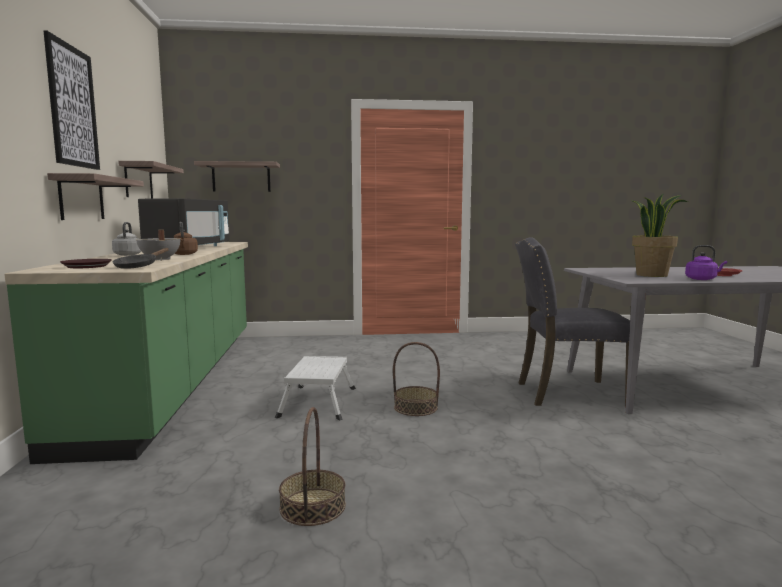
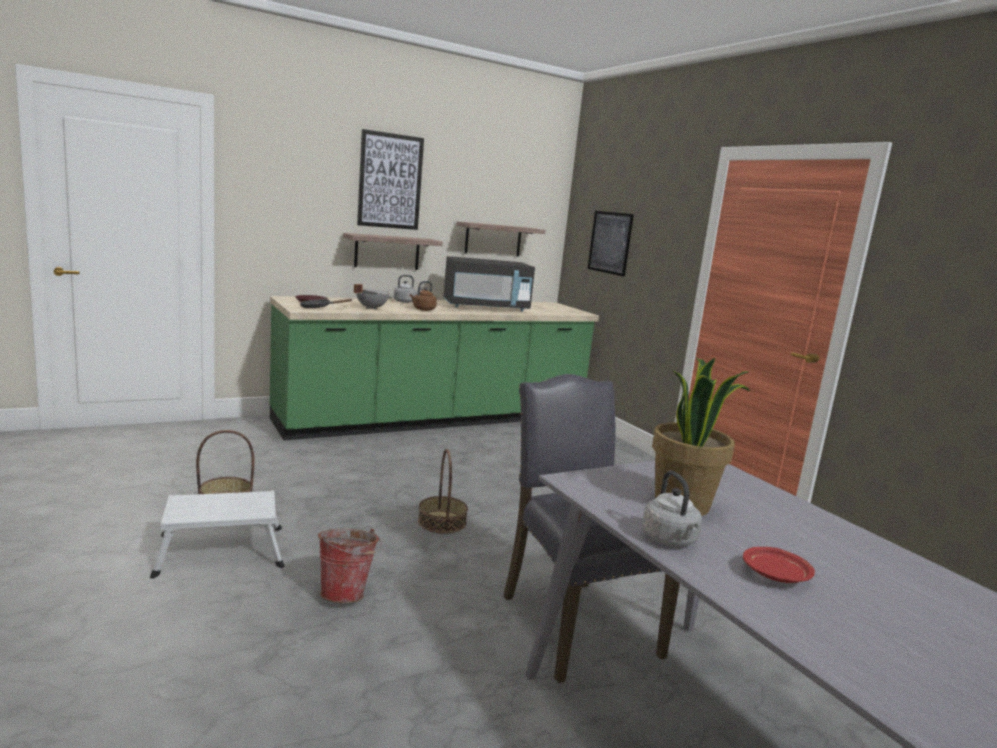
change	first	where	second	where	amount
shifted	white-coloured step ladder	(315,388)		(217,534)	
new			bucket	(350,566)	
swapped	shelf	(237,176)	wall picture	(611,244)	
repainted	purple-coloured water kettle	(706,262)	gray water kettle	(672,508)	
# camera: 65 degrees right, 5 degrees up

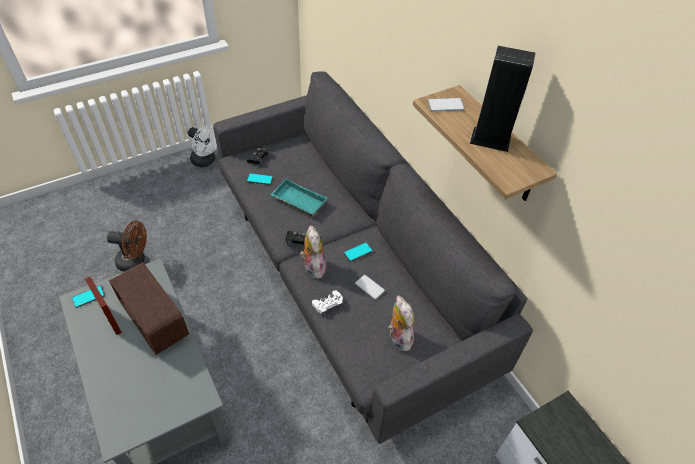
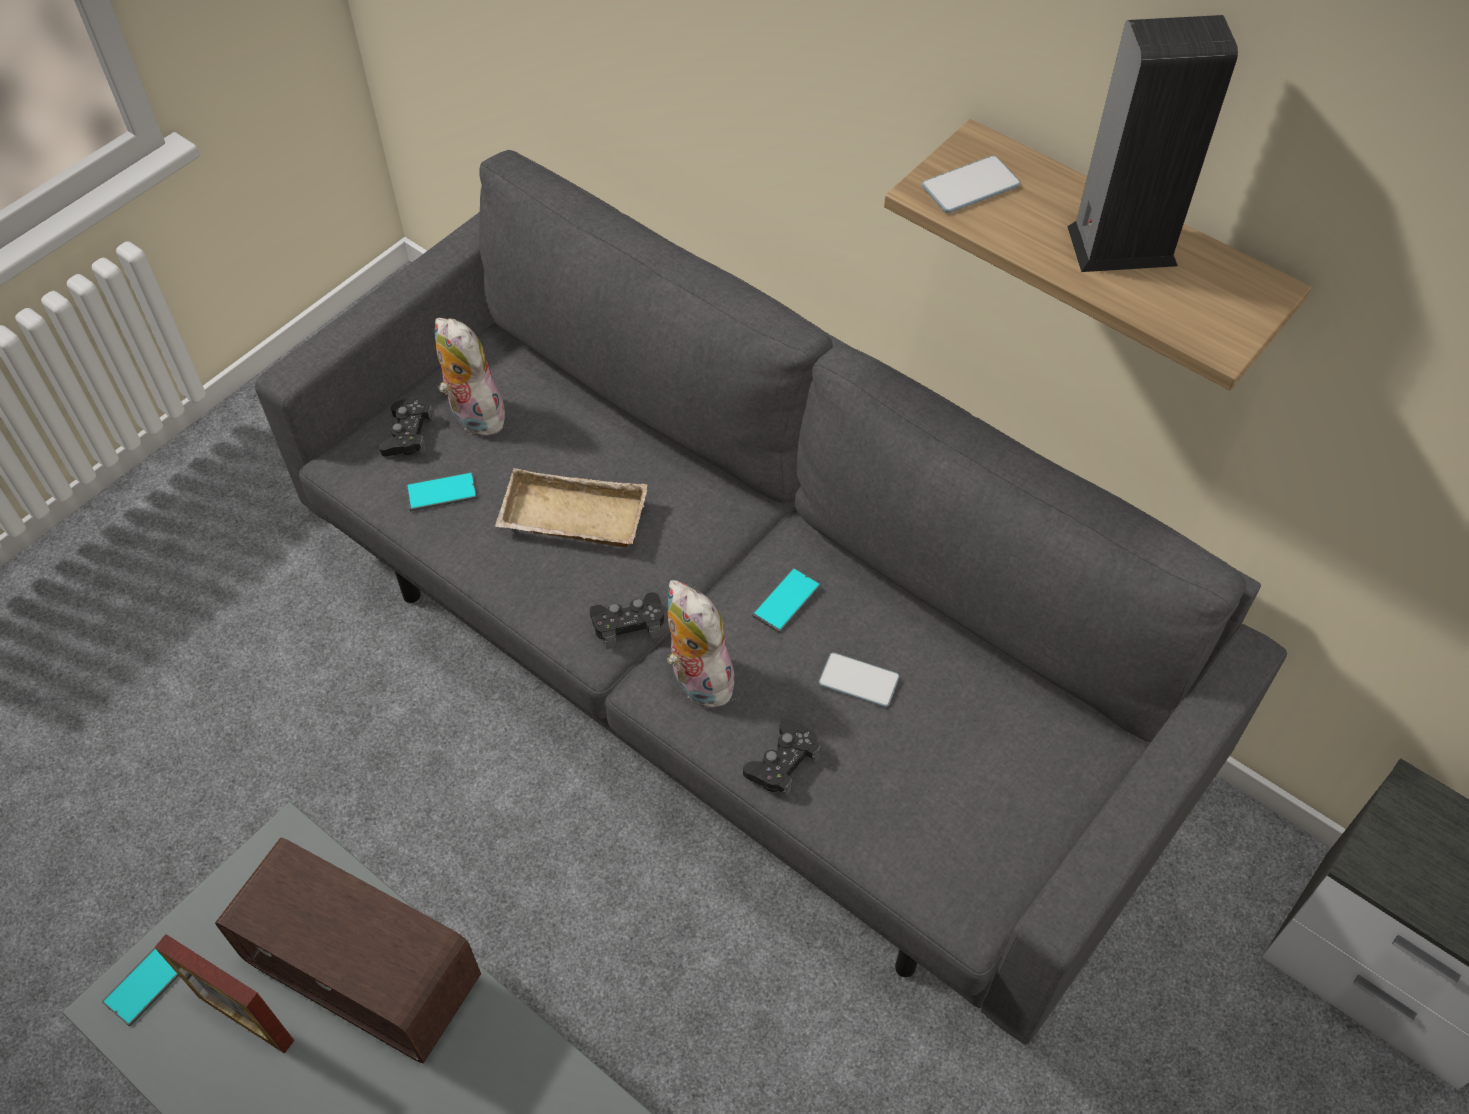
change	first	where	second	where	amount
shifted	soft toy	(401,323)		(470,377)	
repainted	turquoise carrying tray	(299,197)	beige carrying tray	(571,507)	
repainted	white-coloured joypad	(327,303)	black joypad	(782,759)	
gone	brownish cooling fan	(127,246)			
gone	white-coloured cooling fan	(202,146)			
# camera: 20 degrees left, 5 degrees up

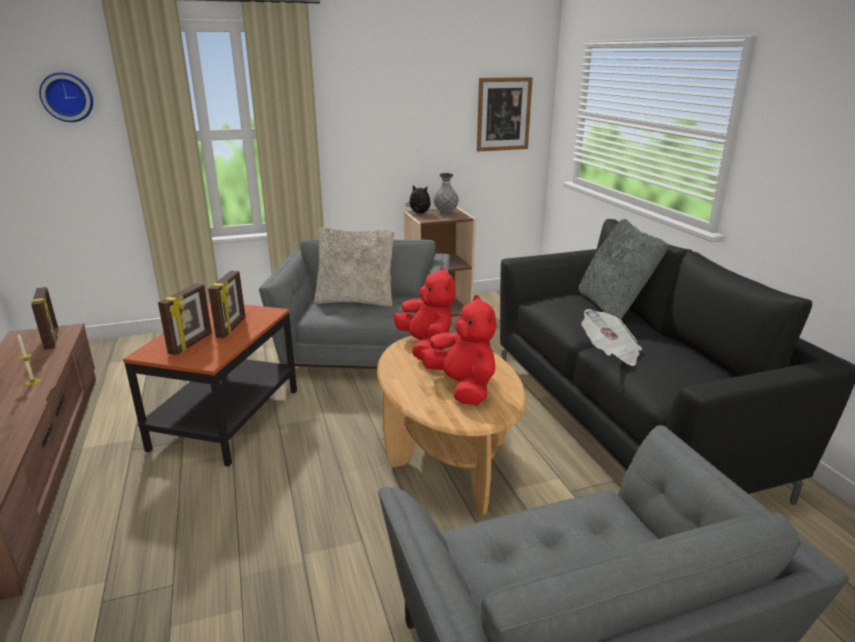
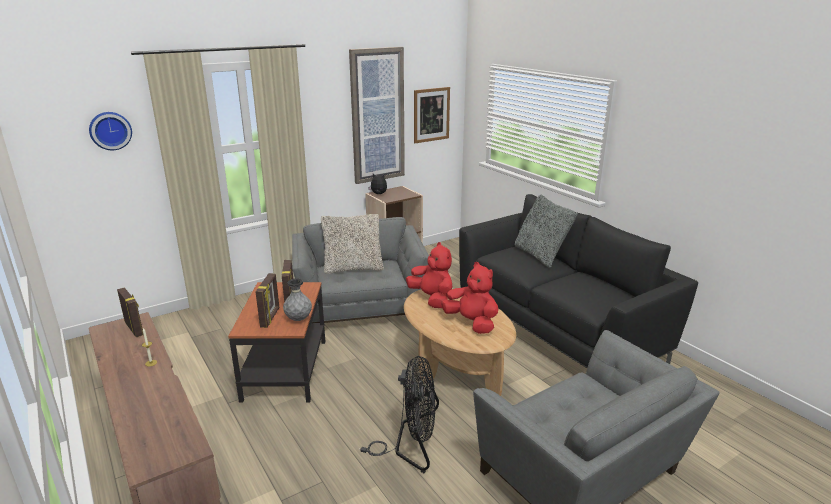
change	first	where	second	where	amount
shifted	gray decorative vase	(446,193)		(297,300)	
new			wall picture	(377,115)	
new			black cooling fan	(399,415)	
gone	newspaper	(611,337)			
# camera: 15 degrees left, 0 degrees up

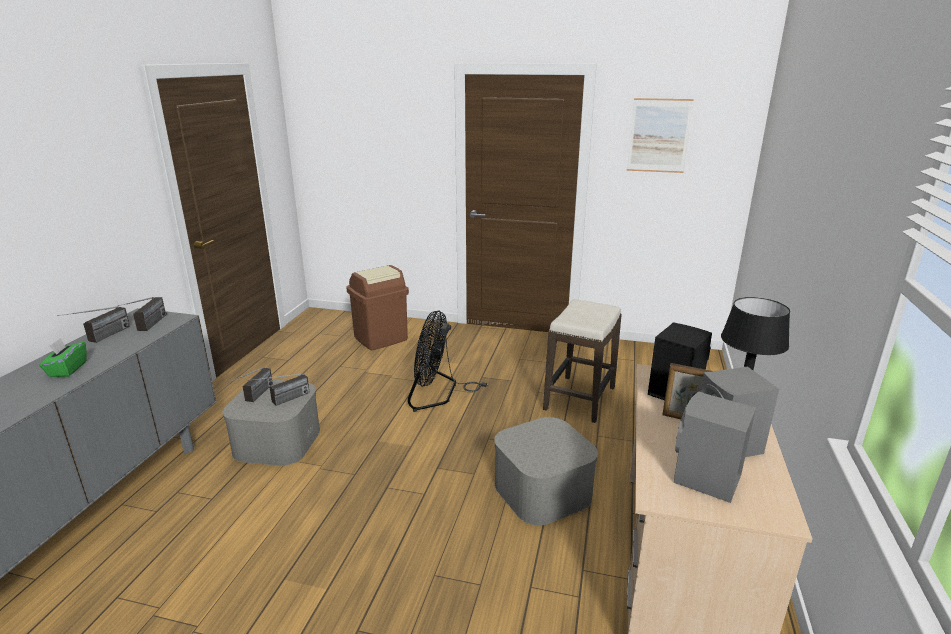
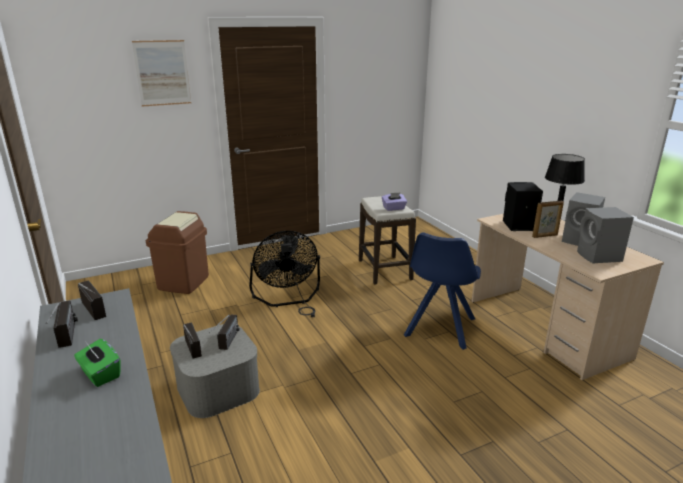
change	first	where	second	where	amount
shifted	wall picture	(660,135)		(161,73)	
rotated	black cooling fan	(448,361)		(284,274)	105 degrees clockwise
new			purple-coloured tissue holder	(394,201)	
swapped	gray storage container	(546,471)	bluish upright chair	(442,291)	
# camera: 40 degrees left, 0 degrees up

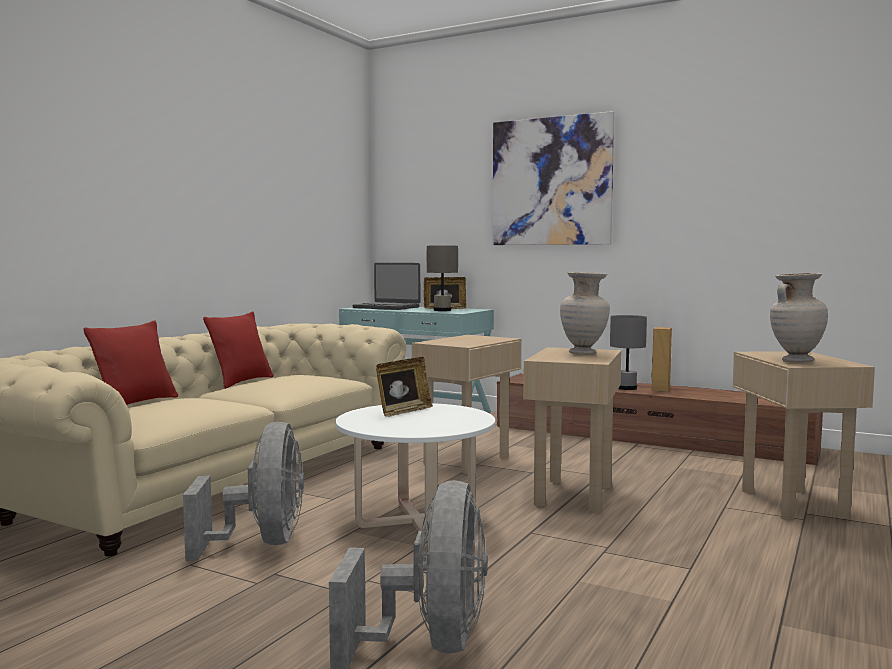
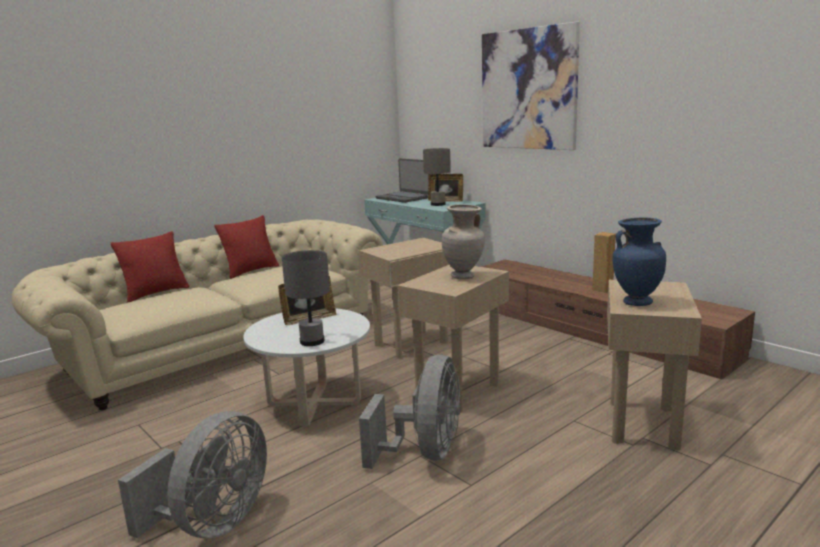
change	first	where	second	where	amount
shifted	gray table lamp	(628,352)		(306,298)	
shifted	gray cooling fan	(243,491)		(410,412)	
repainted	beige decorative vase	(799,318)	bluish decorative vase	(639,261)	
# camera: 20 degrees right, 10 degrees up

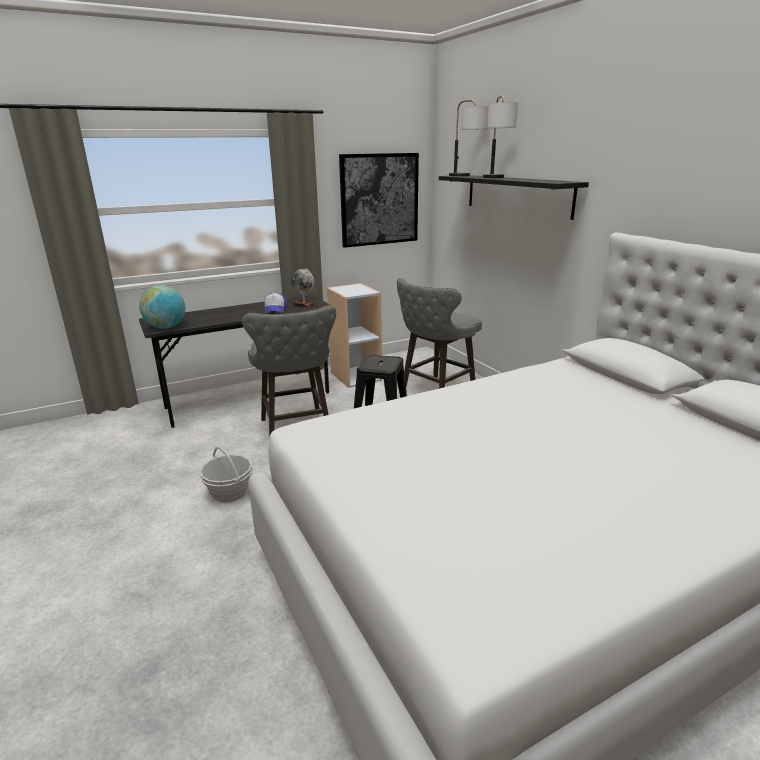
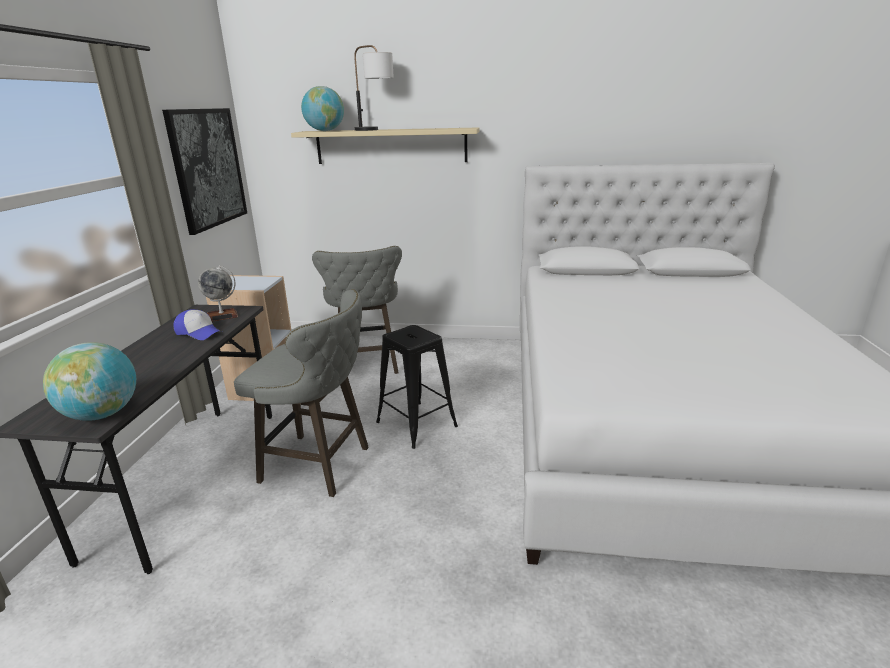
change	first	where	second	where	amount
repainted	black shelf	(514,197)	beige shelf	(385,145)	
swapped	table lamp	(468,138)	world globe	(322,108)	
gone	household basket	(225,474)			
# camera: 55 degrees left, 0 degrees up

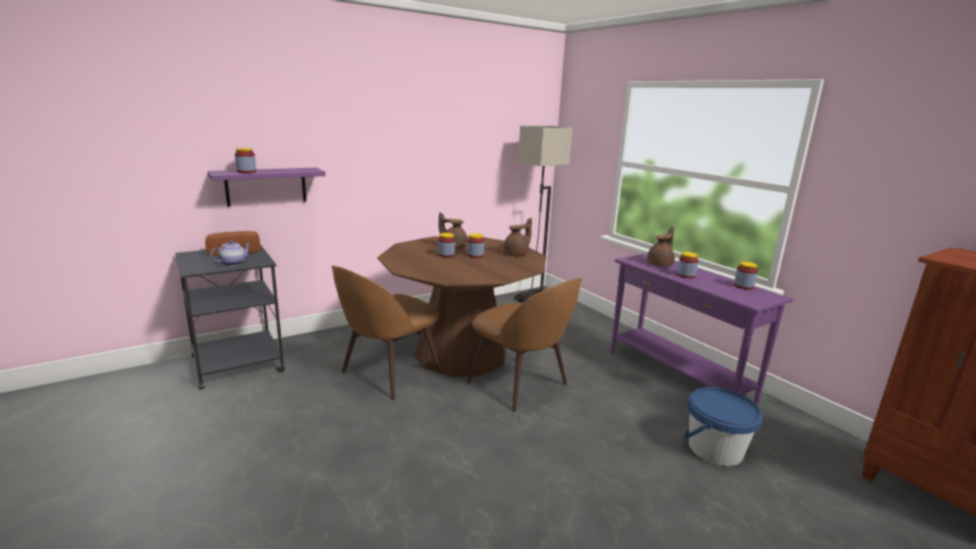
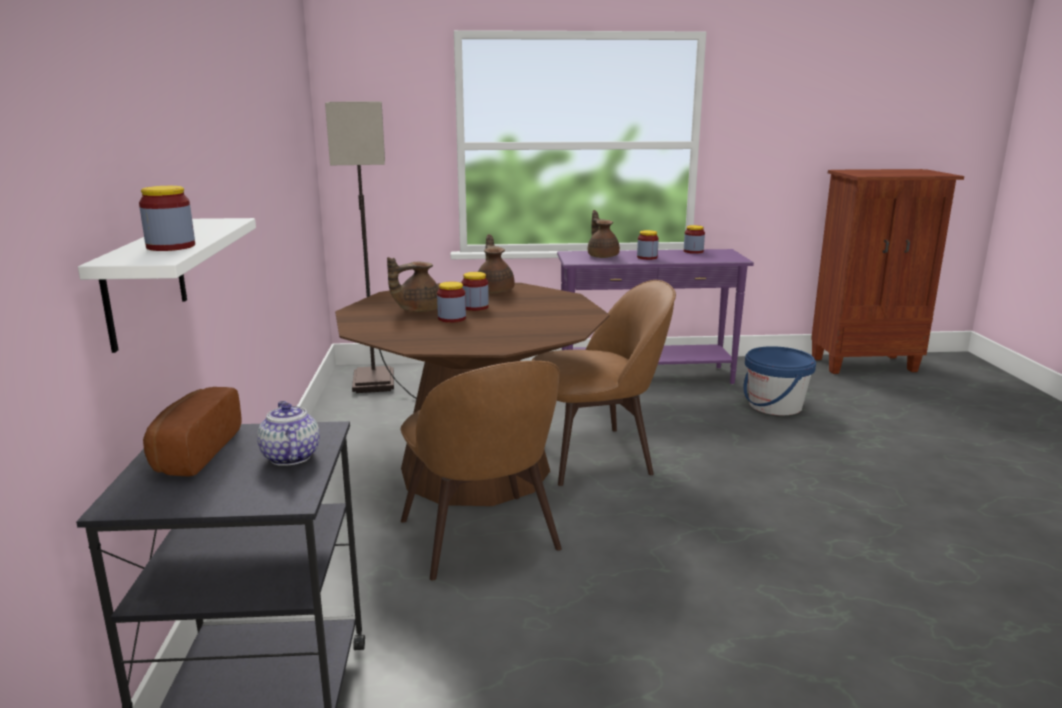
change	first	where	second	where	amount
repainted	purple-coloured shelf	(267,187)	white-coloured shelf	(167,285)	
# camera: 60 degrees left, 0 degrees up

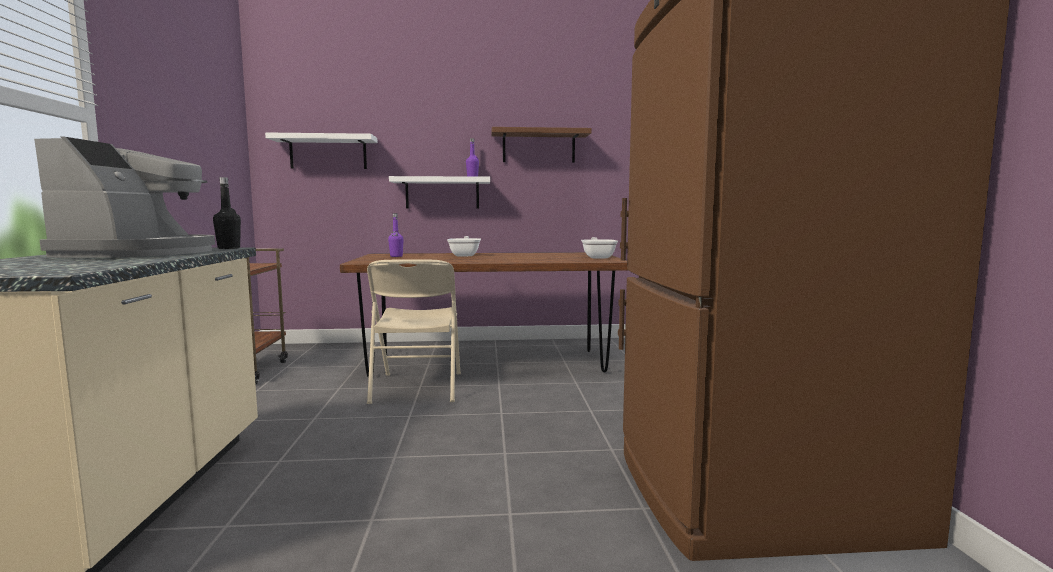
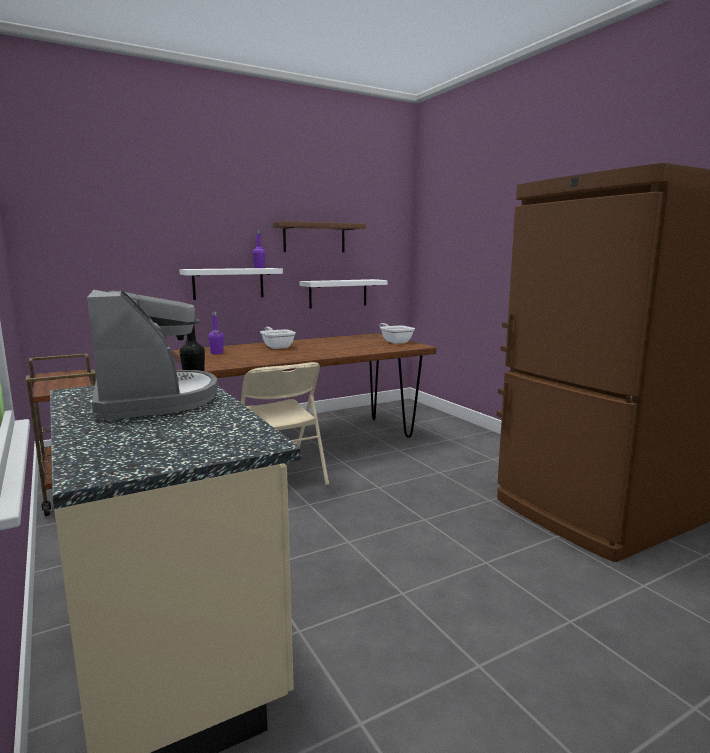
change	first	where	second	where	amount
shifted	white-coloured shelf	(321,150)		(343,293)	
# camera: 25 degrees left, 5 degrees up

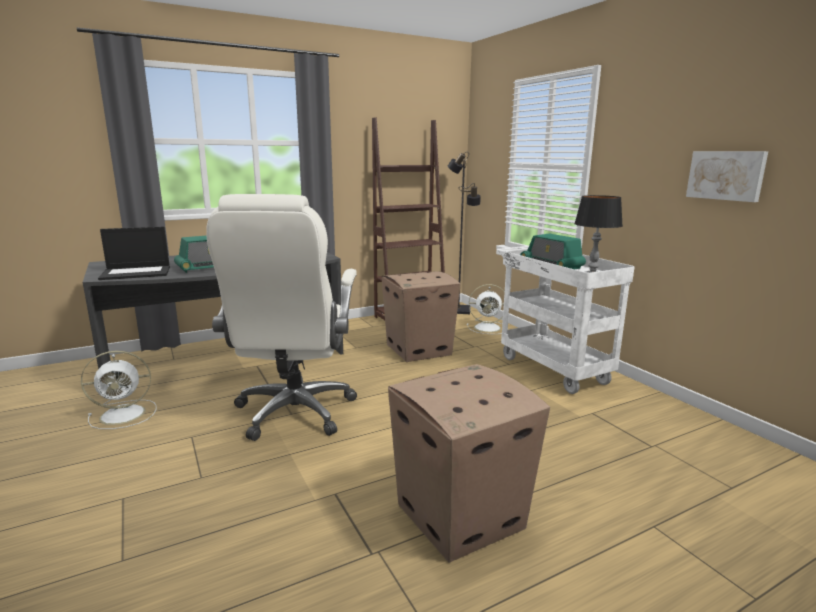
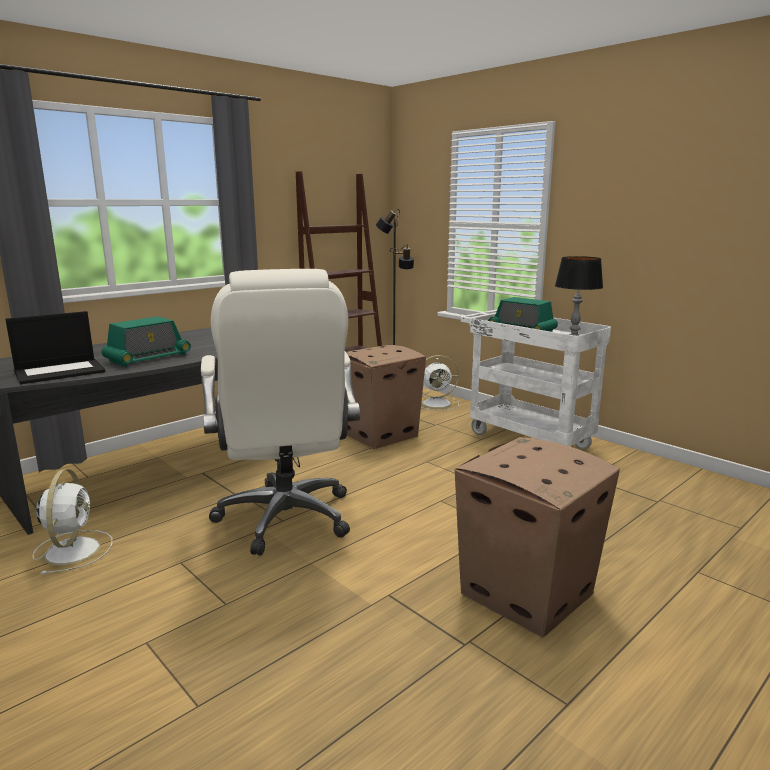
change	first	where	second	where	amount
rotated	white-coloured cooling fan	(119,390)		(72,522)	60 degrees counterclockwise
gone	wall picture	(727,176)			
# camera: 15 degrees left, 0 degrees up

